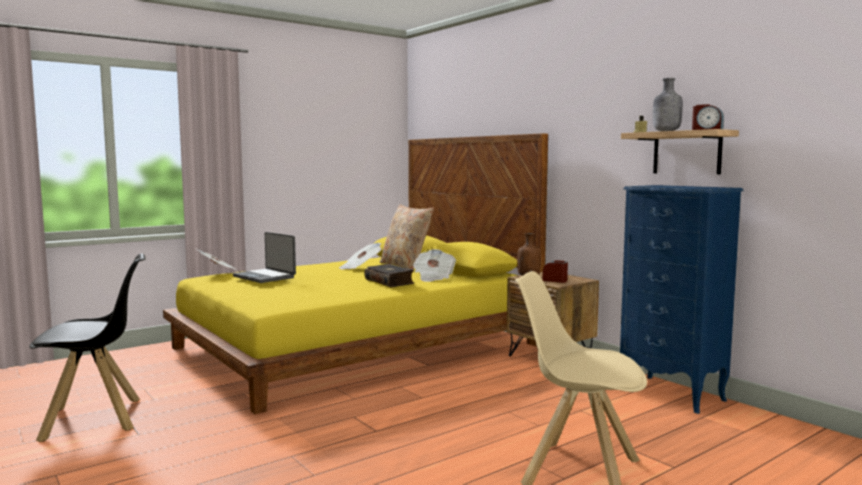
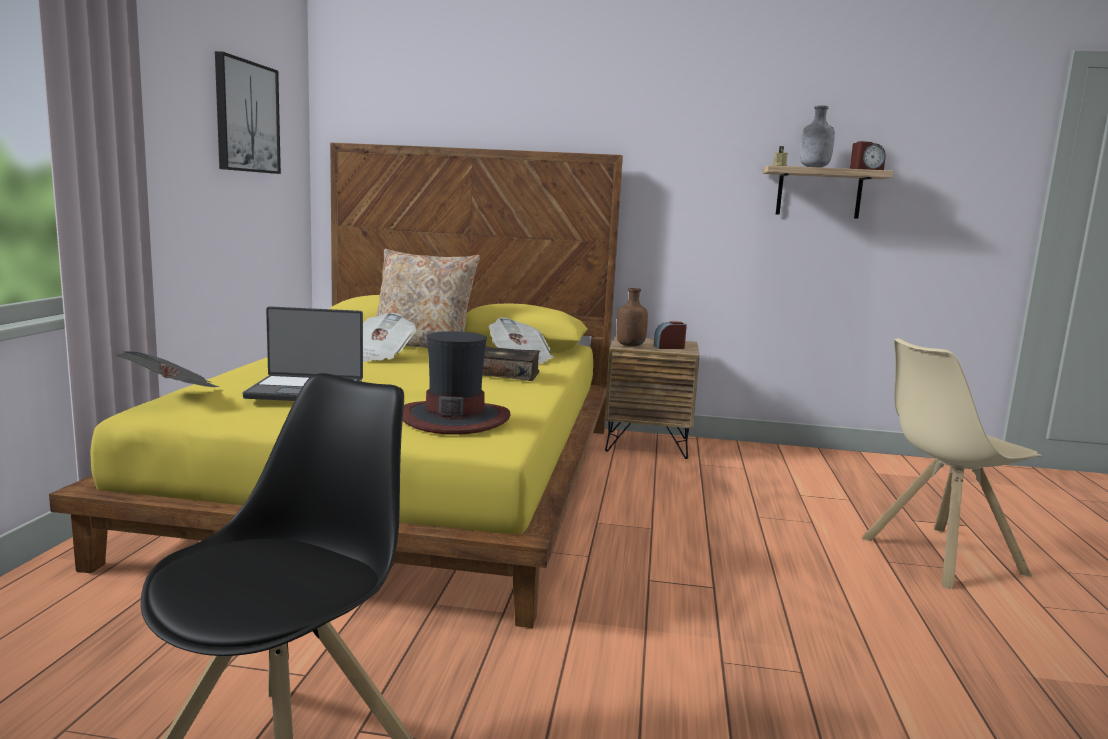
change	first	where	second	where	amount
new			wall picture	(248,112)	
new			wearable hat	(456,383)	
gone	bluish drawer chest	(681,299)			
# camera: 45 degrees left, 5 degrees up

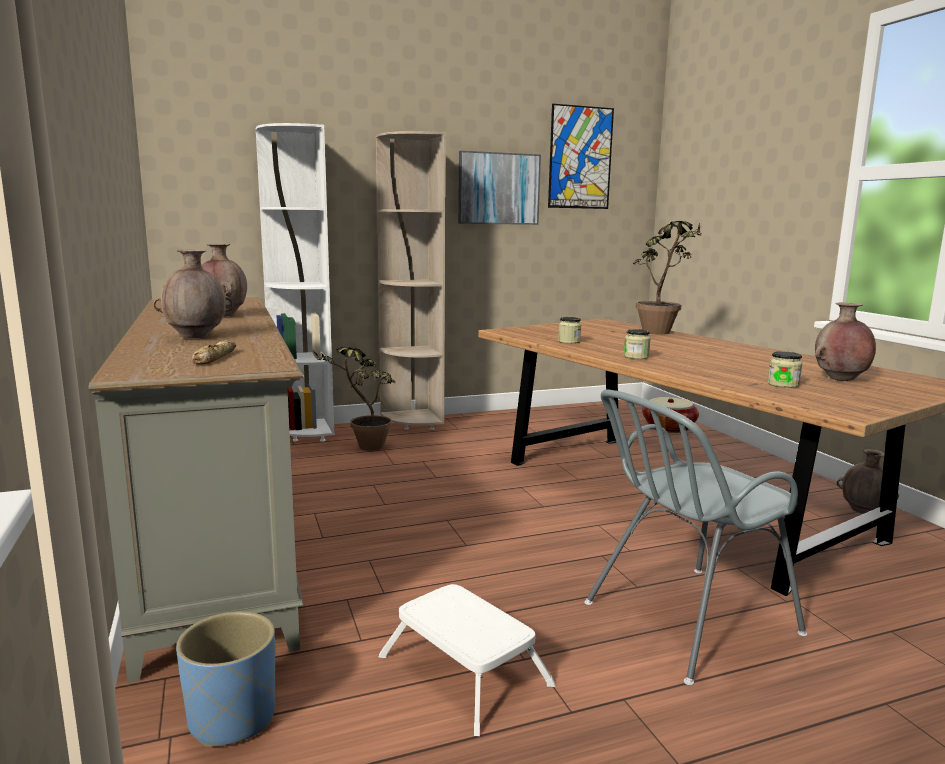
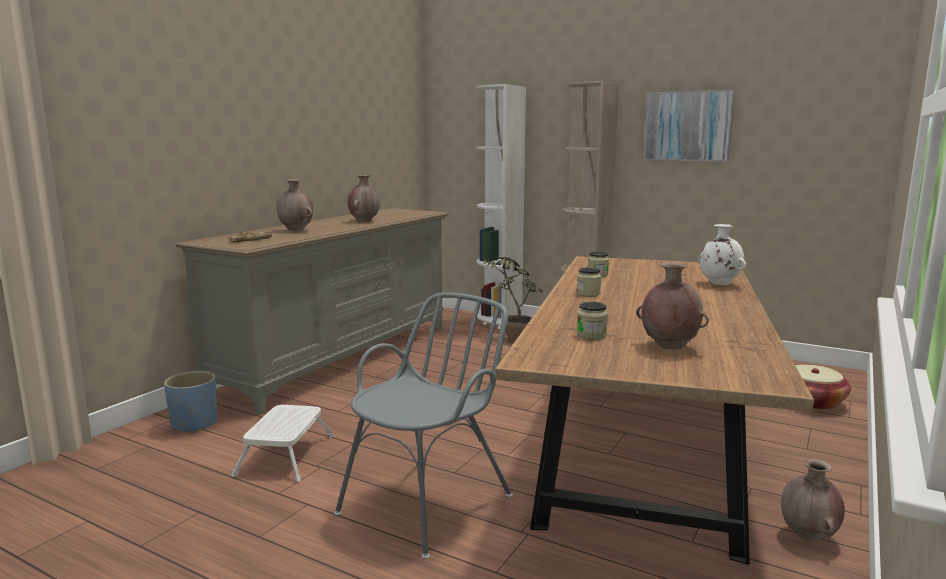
change	first	where	second	where	amount
rotated	gray upright chair	(695,537)		(423,425)	105 degrees clockwise
swapped	plant in a pot	(667,277)	white-coloured decorative vase	(722,254)	
gone	wall picture	(581,156)			
# camera: 50 degrees right, 0 degrees up

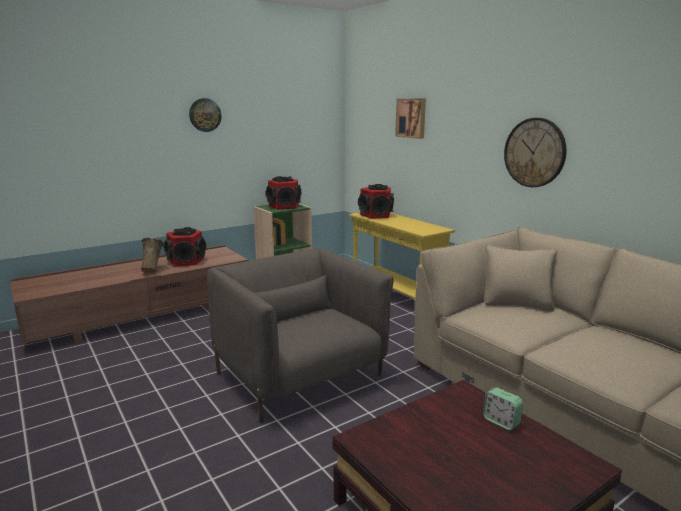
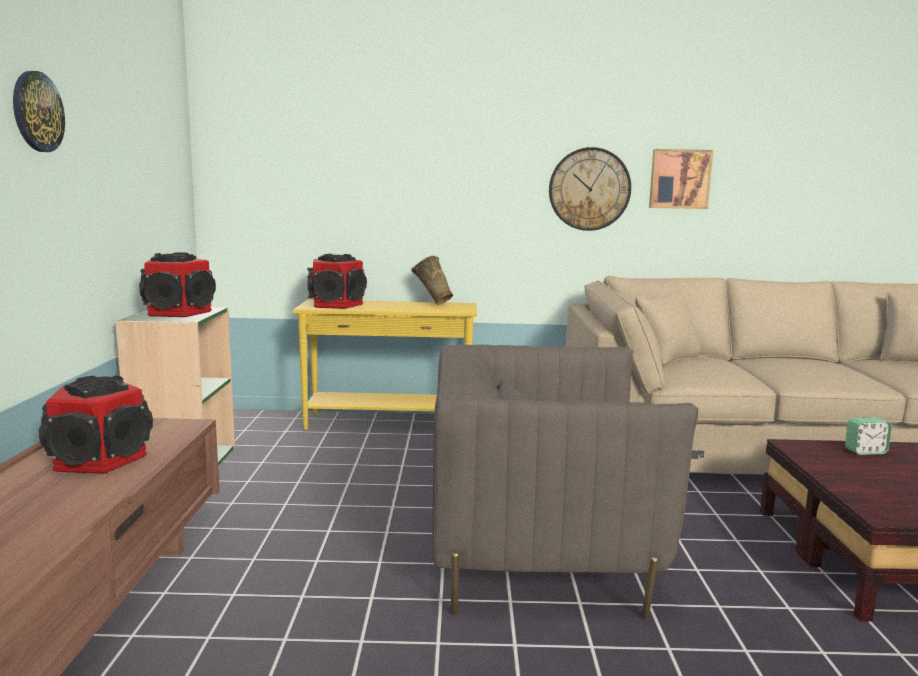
change	first	where	second	where	amount
shifted	beige decorative vase	(152,255)		(432,280)	
shifted	wall picture	(410,118)		(681,179)	
# camera: 55 degrees left, 5 degrees down

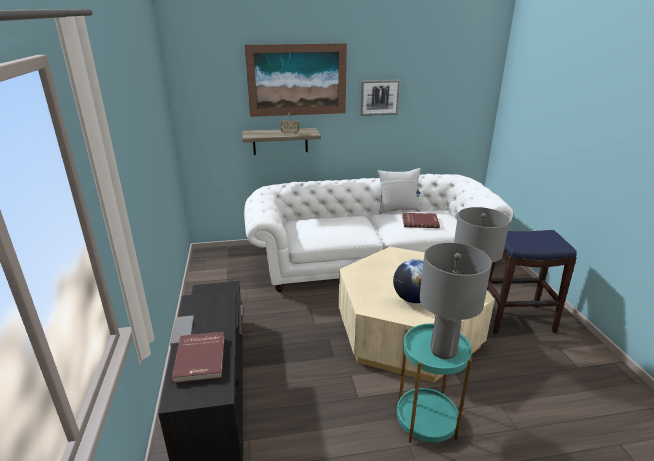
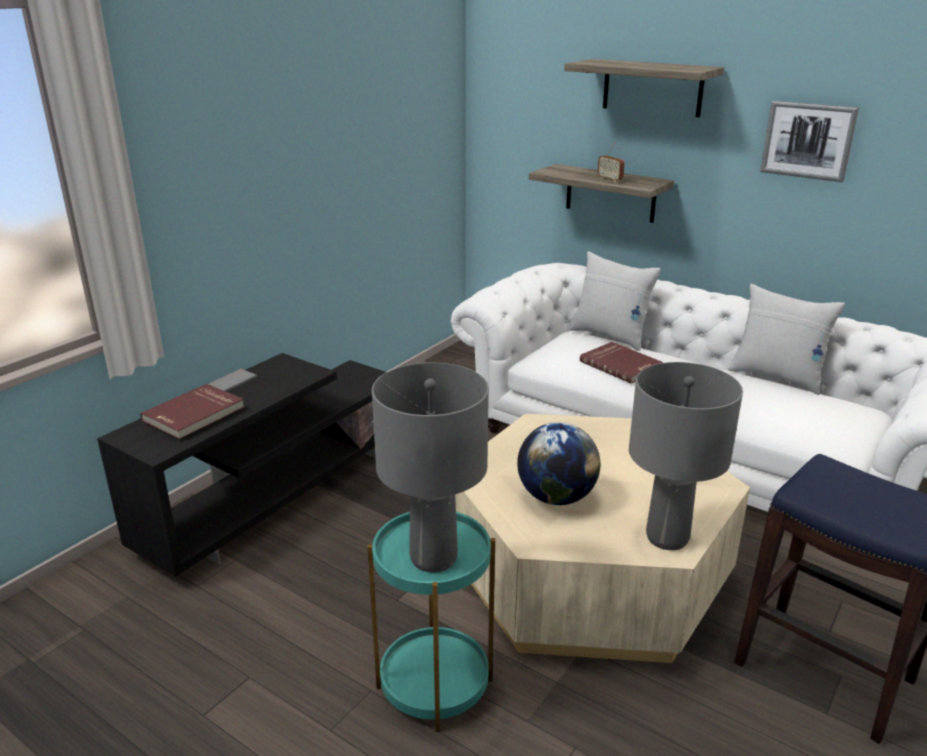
change	first	where	second	where	amount
swapped	wall picture	(296,80)	shelf	(644,88)	
new			gray pillow	(615,301)	
shifted	reddish book	(421,220)		(621,363)	
# camera: 45 degrees right, 0 degrees up

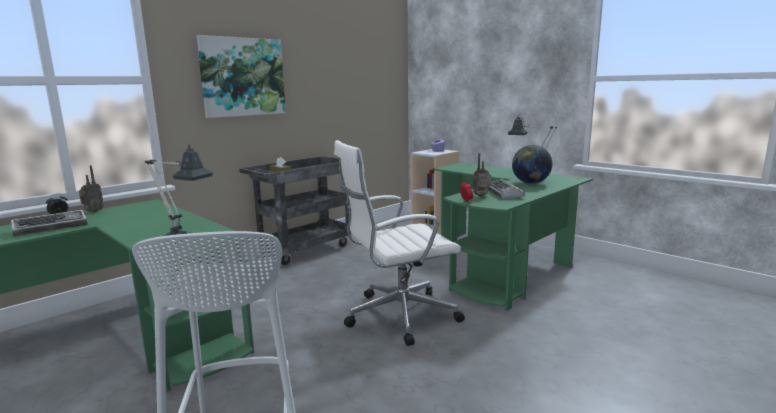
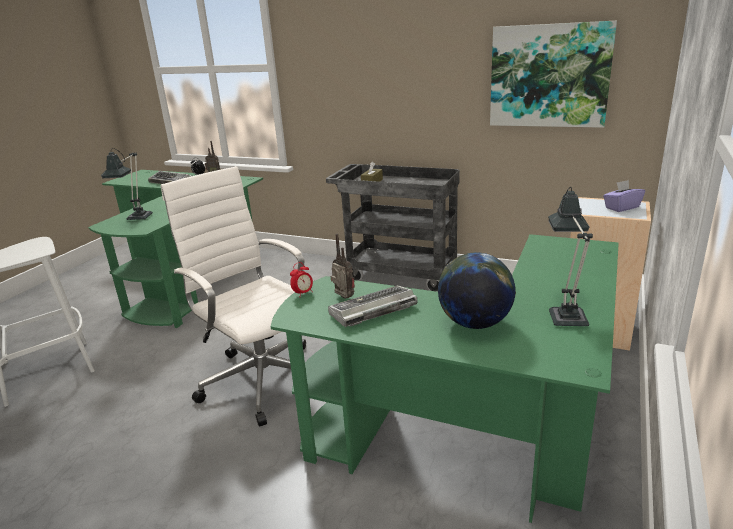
change	first	where	second	where	amount
shifted	wall picture	(241,76)		(553,74)	
# camera: 70 degrees right, 10 degrees up

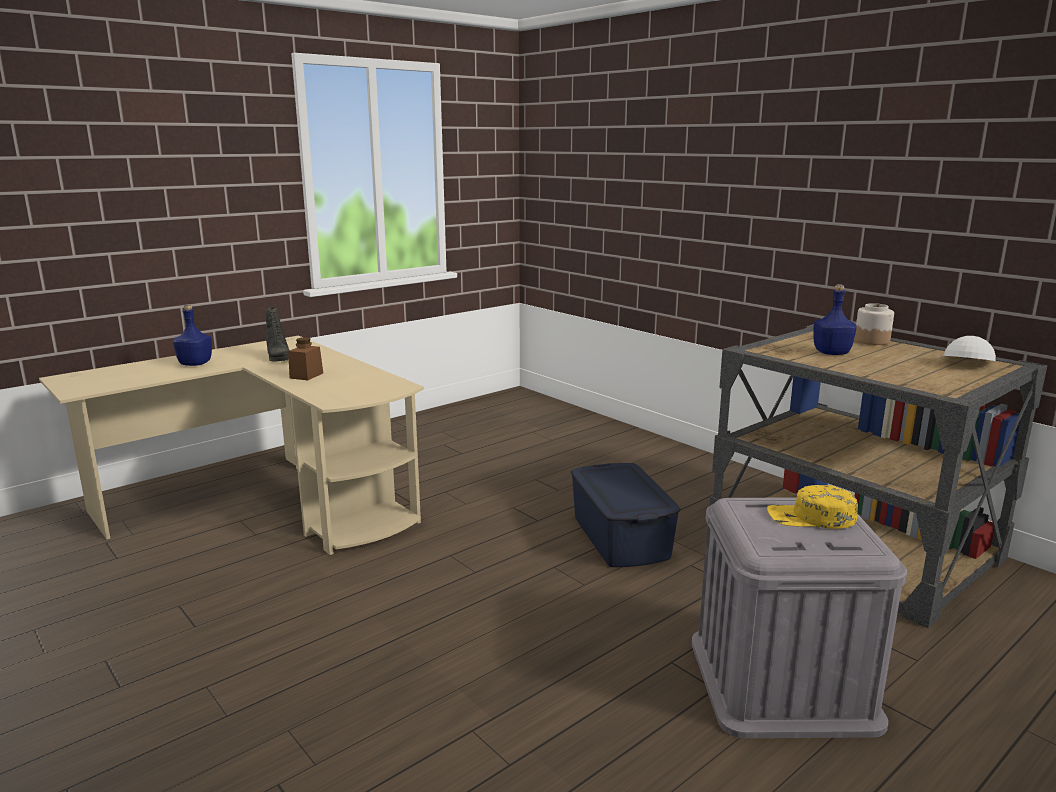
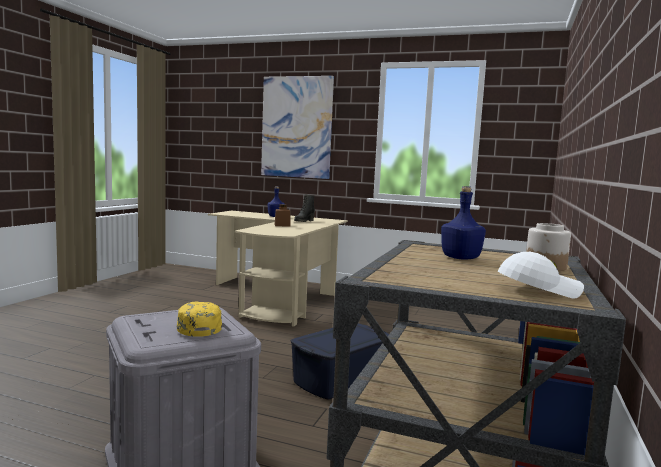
change	first	where	second	where	amount
new			wall picture	(297,127)	
# camera: 60 degrees right, 10 degrees down

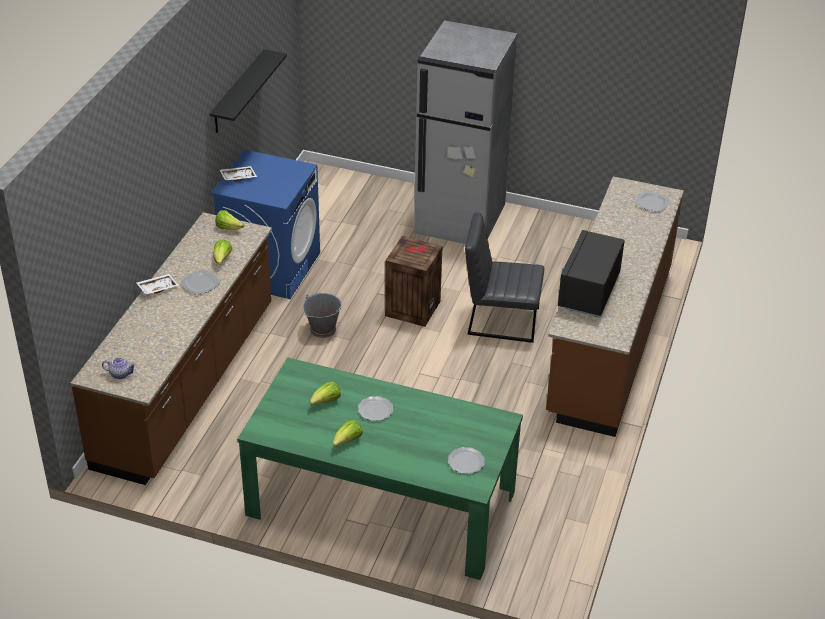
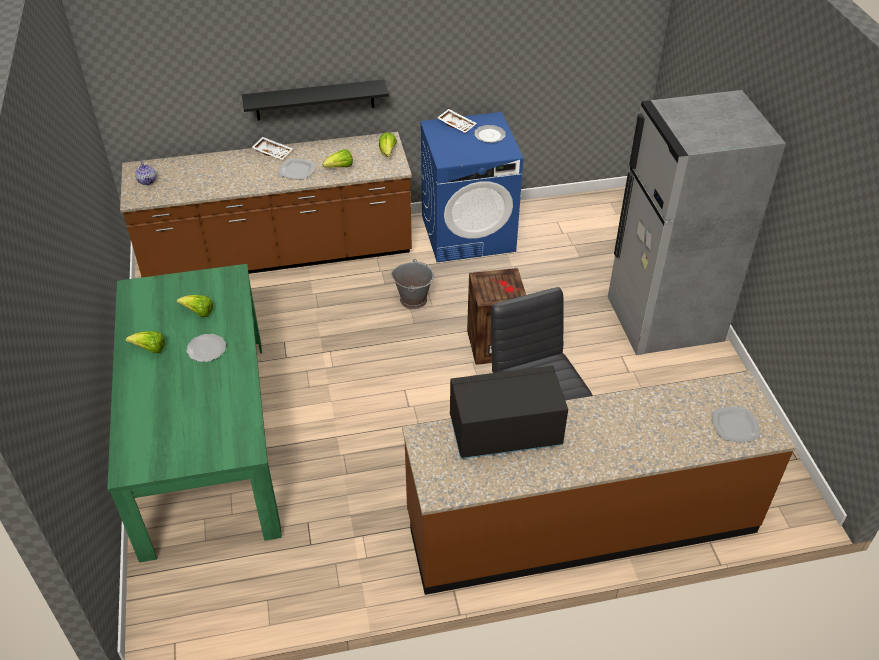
change	first	where	second	where	amount
shifted	black shelf	(248,91)		(315,100)	
shifted	flat dish	(466,460)		(490,134)	
# camera: 60 degrees right, 5 degrees up

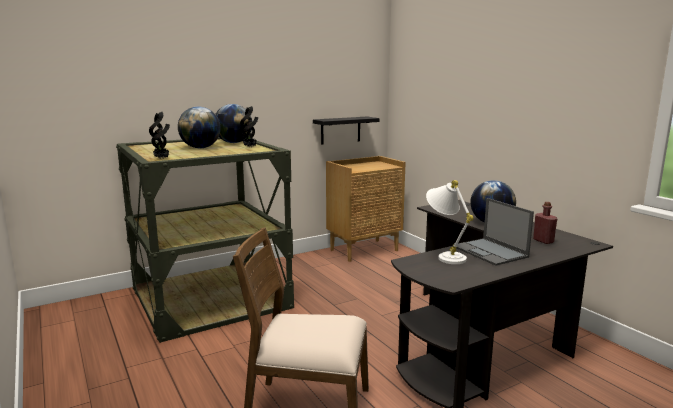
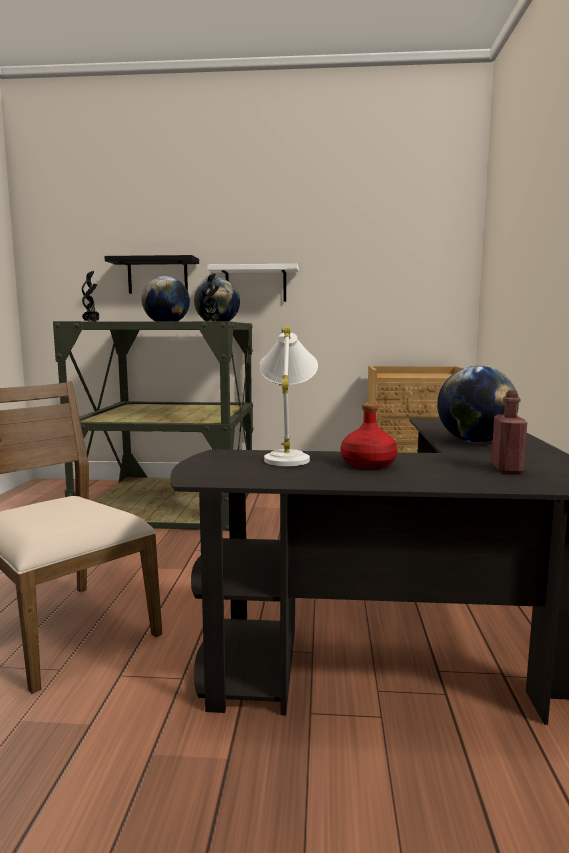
change	first	where	second	where	amount
shifted	black shelf	(346,131)		(151,274)	
new			white-coloured shelf	(253,283)	
swapped	laptop	(493,232)	reddish beverage bottle	(369,436)	
# camera: 35 degrees right, 5 degrees down

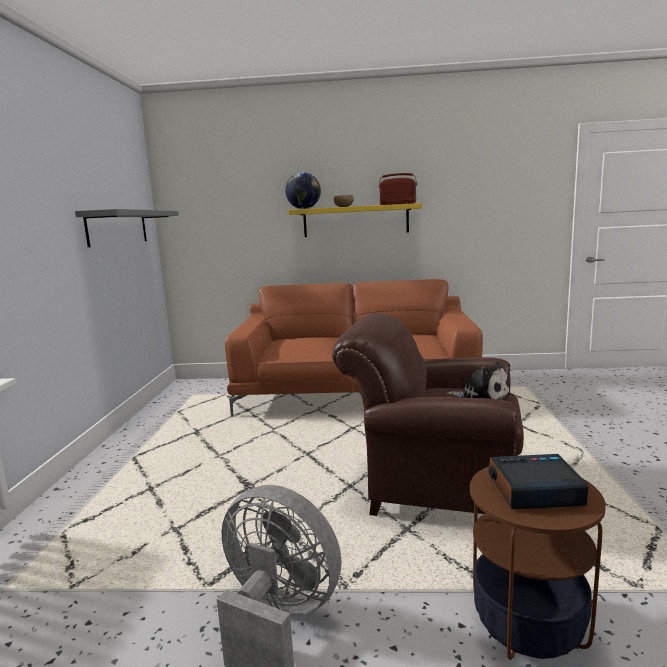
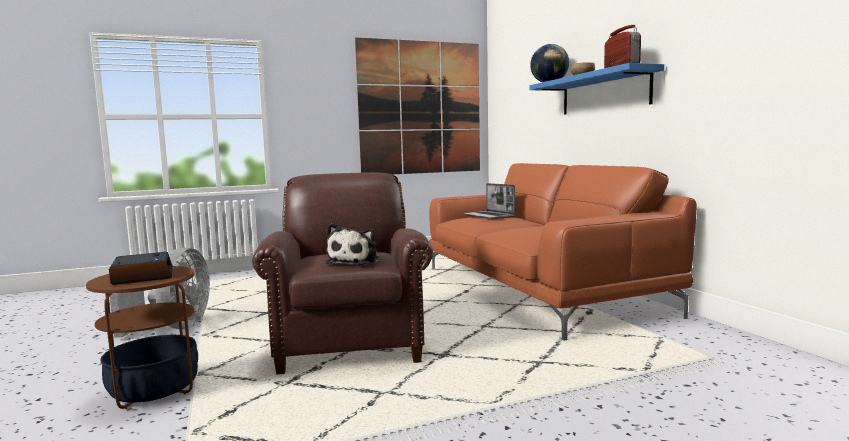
change	first	where	second	where	amount
swapped	gray shelf	(127,228)	wall picture	(417,106)	
new			laptop	(489,201)	
repainted	yellowish shelf	(356,220)	bluish shelf	(597,89)	
# camera: 65 degrees right, 5 degrees down

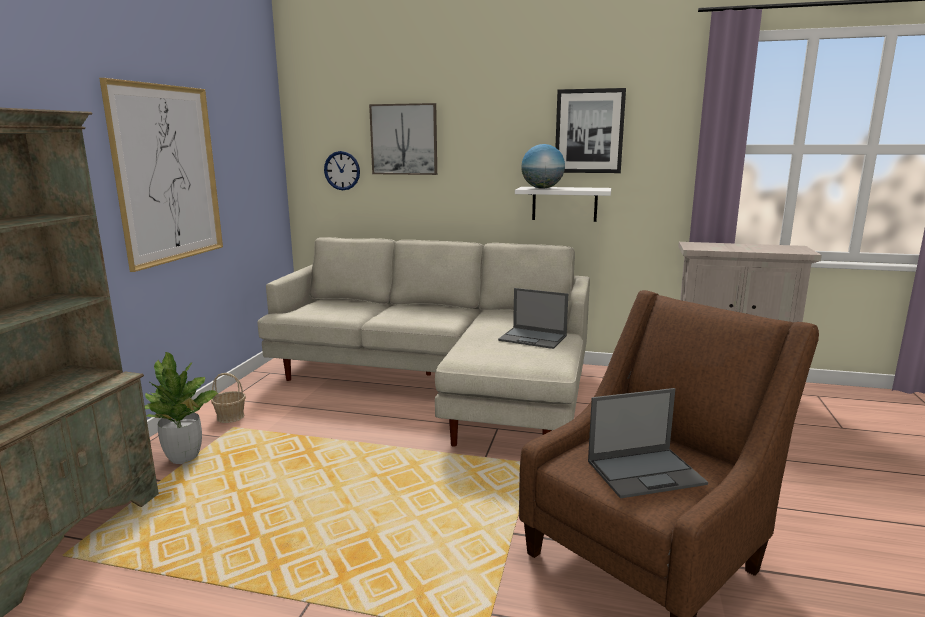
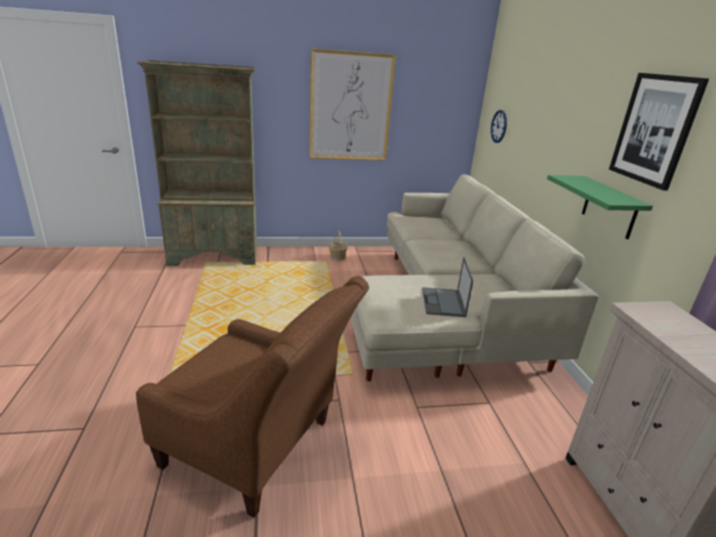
change	first	where	second	where	amount
repainted	white-coloured shelf	(563,204)	greenish shelf	(600,207)	
gone	plant in a pot	(181,408)			
gone	wall picture	(403,139)			
gone	world globe	(543,166)			
gone	laptop	(648,443)			
# camera: 65 degrees right, 10 degrees up

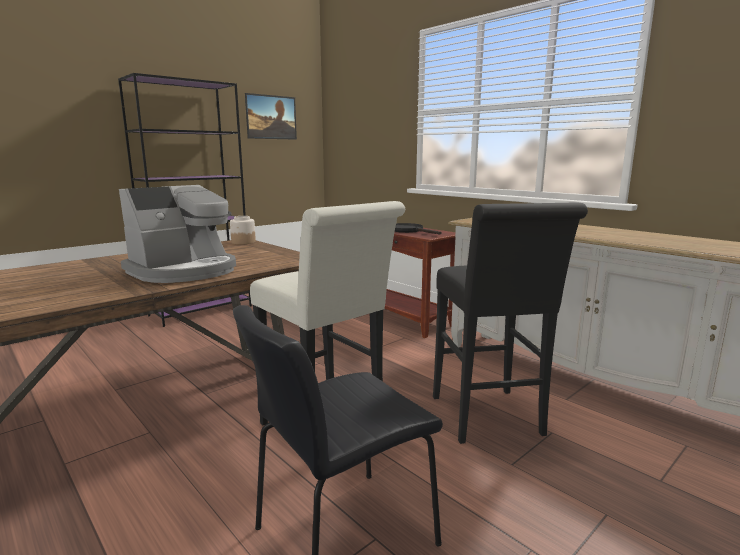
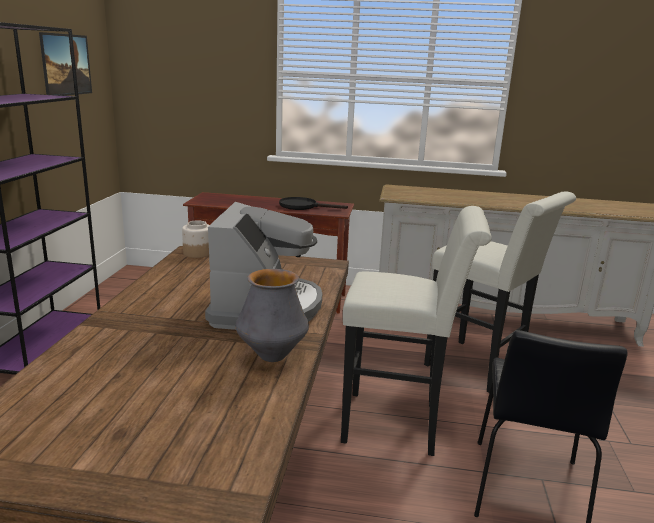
change	first	where	second	where	amount
new			decorative vase	(272,315)	
repainted	black sitting stool	(510,323)	white-coloured sitting stool	(500,292)	
# camera: 40 degrees left, 5 degrees up

